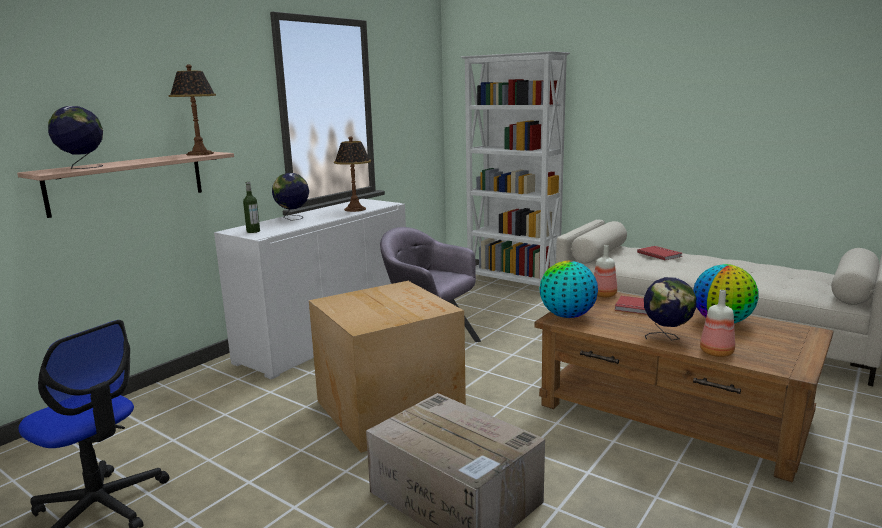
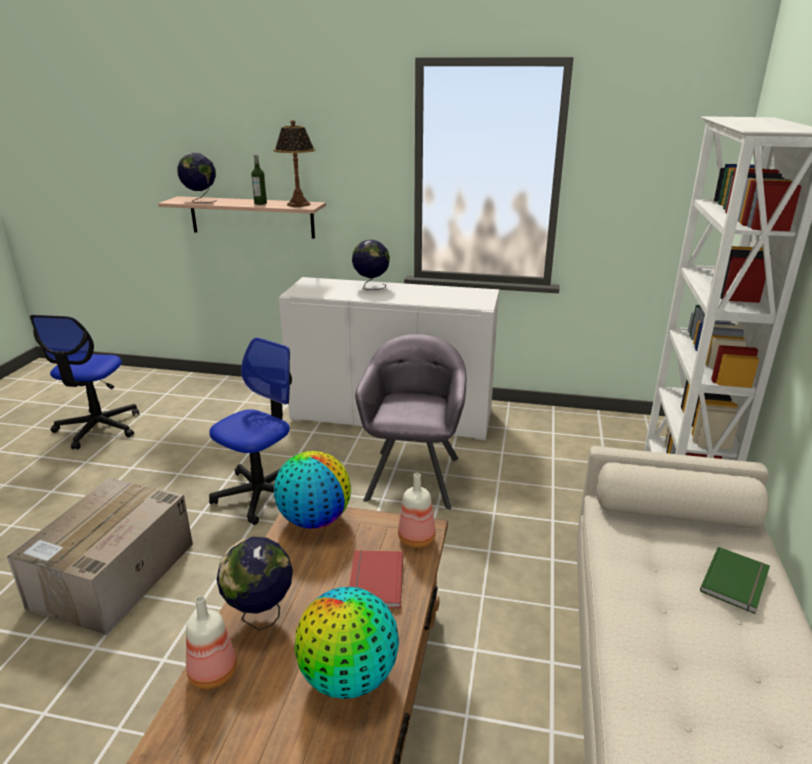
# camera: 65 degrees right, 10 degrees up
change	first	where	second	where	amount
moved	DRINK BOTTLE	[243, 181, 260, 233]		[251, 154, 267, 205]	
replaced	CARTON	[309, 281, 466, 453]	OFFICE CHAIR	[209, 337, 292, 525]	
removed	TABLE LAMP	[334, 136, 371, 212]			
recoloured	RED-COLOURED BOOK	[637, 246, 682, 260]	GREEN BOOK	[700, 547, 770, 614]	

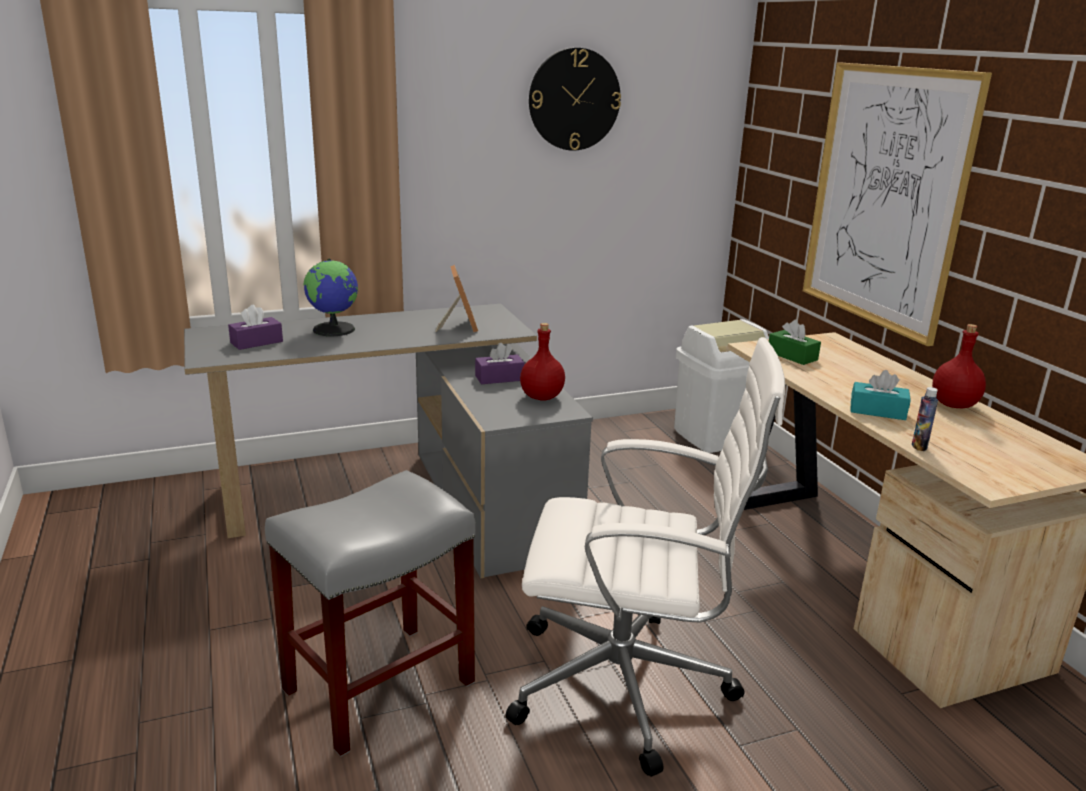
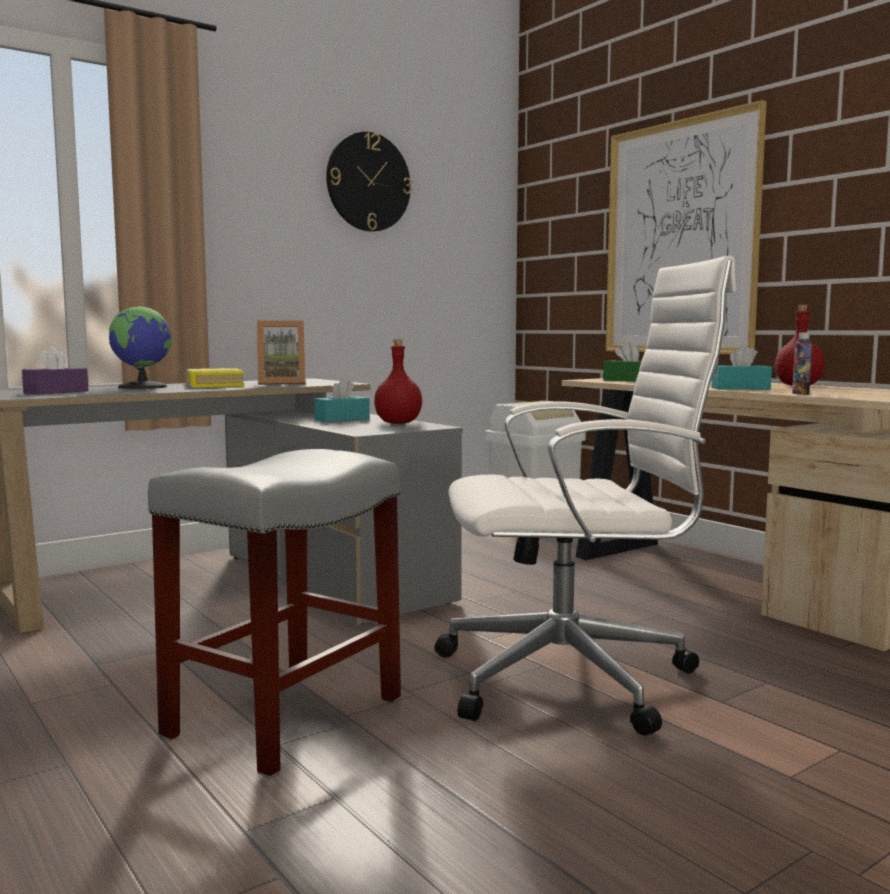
# camera: 15 degrees left, 15 degrees down
change	first	where	second	where	amount
turned	PICTURE FRAME	[435, 265, 478, 332]		[257, 320, 306, 385]	105 degrees clockwise
recoloured	PURPLE-COLOURED TISSUE BOX	[475, 343, 525, 384]	TURQUOISE TISSUE BOX	[314, 377, 370, 422]	
added			YELLOW-COLOURED BOOK	[186, 368, 244, 387]	

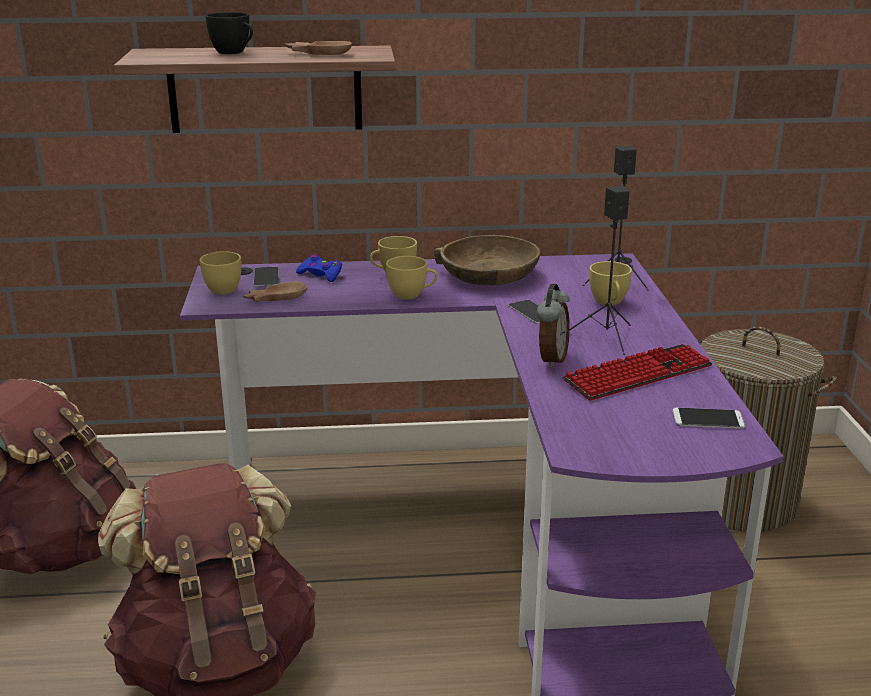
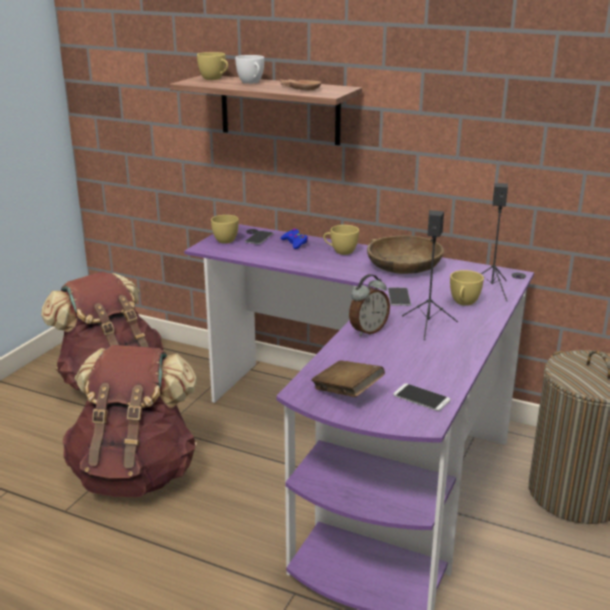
# camera: 30 degrees right, 0 degrees up
change	first	where	second	where	amount
recoloured	BLACK CUP	[206, 12, 253, 54]	WHITISH CUP	[235, 55, 264, 84]	
removed	BROWN-COLOURED DEEP DISH	[243, 281, 307, 302]			
moved	YELLOW-COLOURED CUP	[386, 256, 438, 300]		[197, 52, 228, 80]	
removed	COMPUTER KEYBOARD	[562, 344, 712, 401]			
added			BROWN-COLOURED BOOK	[311, 360, 385, 397]	

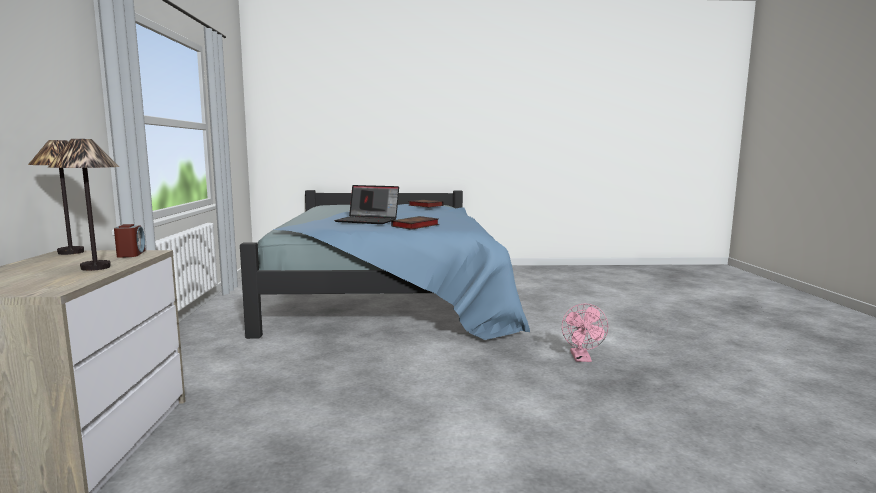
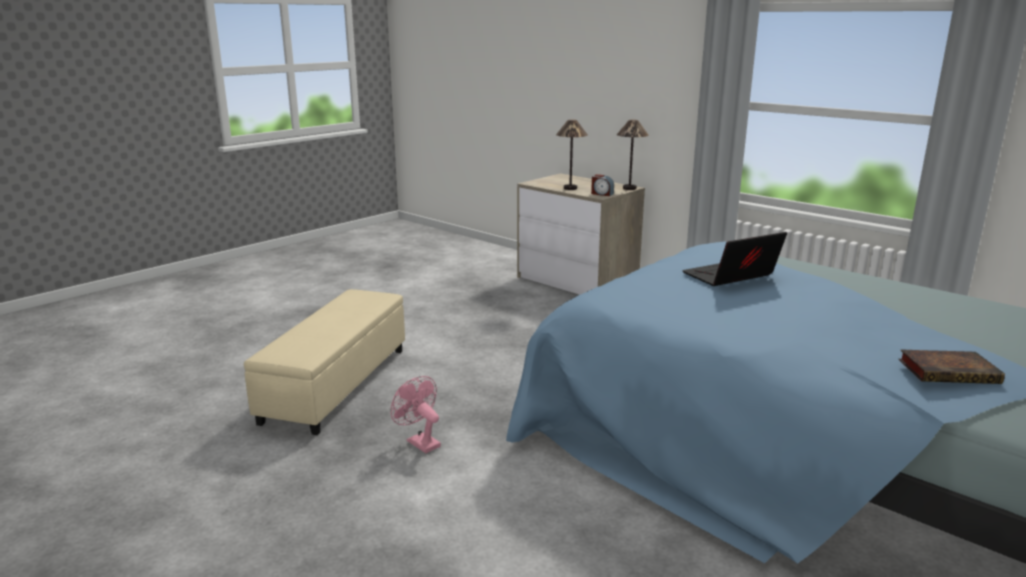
# camera: 135 degrees right, 10 degrees up
change	first	where	second	where	amount
removed	BOOK	[391, 216, 439, 230]			
added			BEIGE-COLOURED OTTOMAN	[244, 289, 405, 435]	

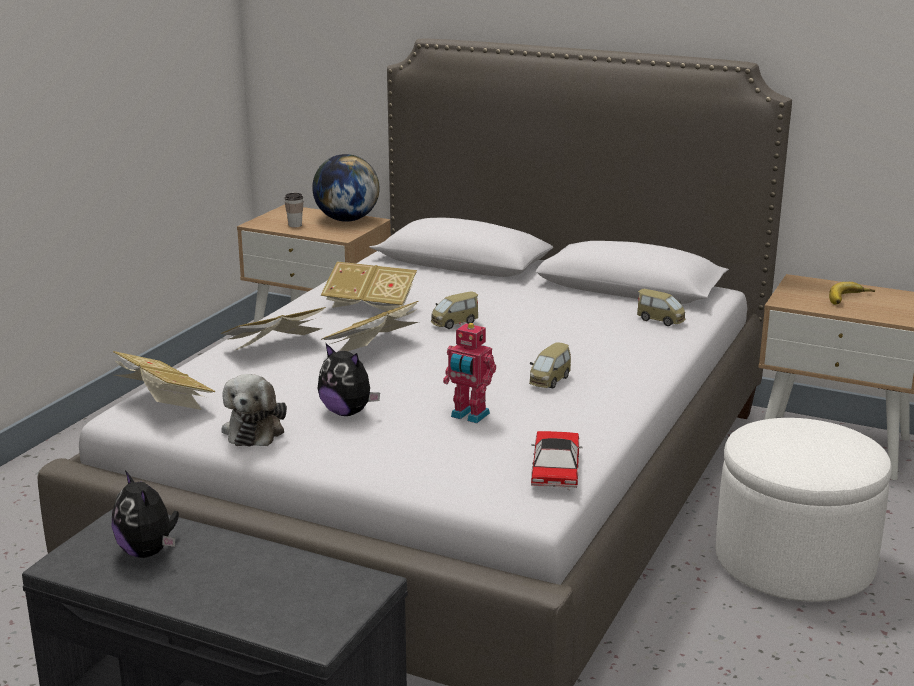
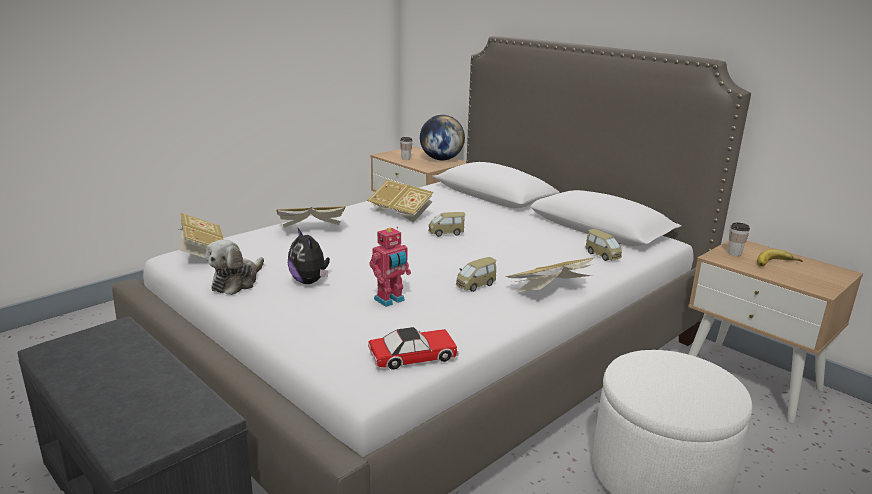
# camera: 20 degrees right, 0 degrees up
change	first	where	second	where	amount
removed	SOFT TOY	[112, 470, 179, 558]			
moved	BOOK	[321, 301, 419, 351]		[506, 257, 595, 292]	
turned	ROBOT FIGURE	[443, 322, 496, 423]		[369, 227, 411, 307]	90 degrees counterclockwise
turned	MINIATURE CAR	[531, 431, 583, 490]		[368, 327, 459, 370]	45 degrees clockwise
added			CUP	[728, 223, 750, 256]	

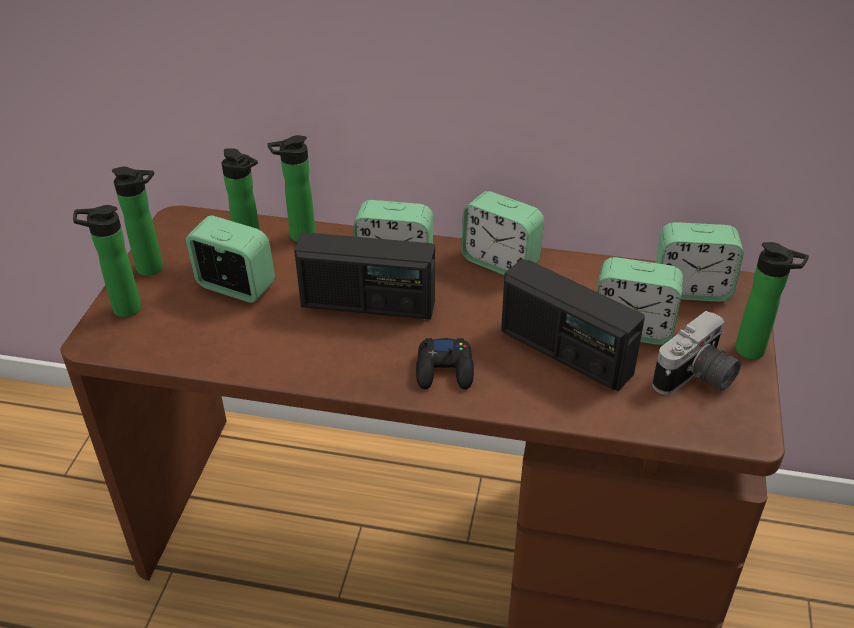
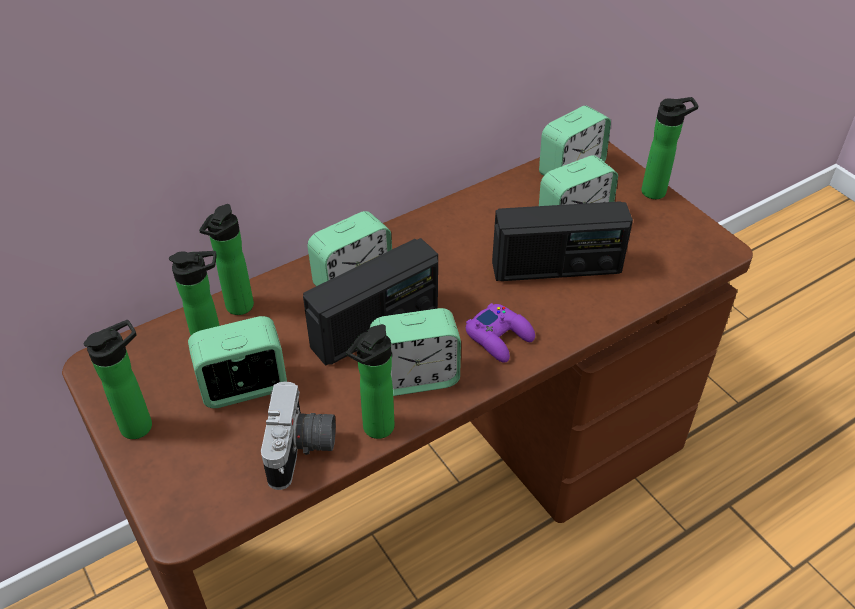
# camera: 45 degrees left, 5 degrees up
change	first	where	second	where	amount
moved	DRINK BOTTLE	[73, 205, 141, 317]		[346, 324, 395, 439]	
recoloured	BLACK JOYPAD	[416, 338, 474, 389]	PURPLE-COLOURED JOYPAD	[466, 303, 535, 363]	
moved	BEDSIDE CLOCK	[461, 191, 544, 275]		[370, 308, 461, 396]	
moved	PHOTO CAMERA	[652, 311, 741, 395]		[261, 382, 336, 490]	

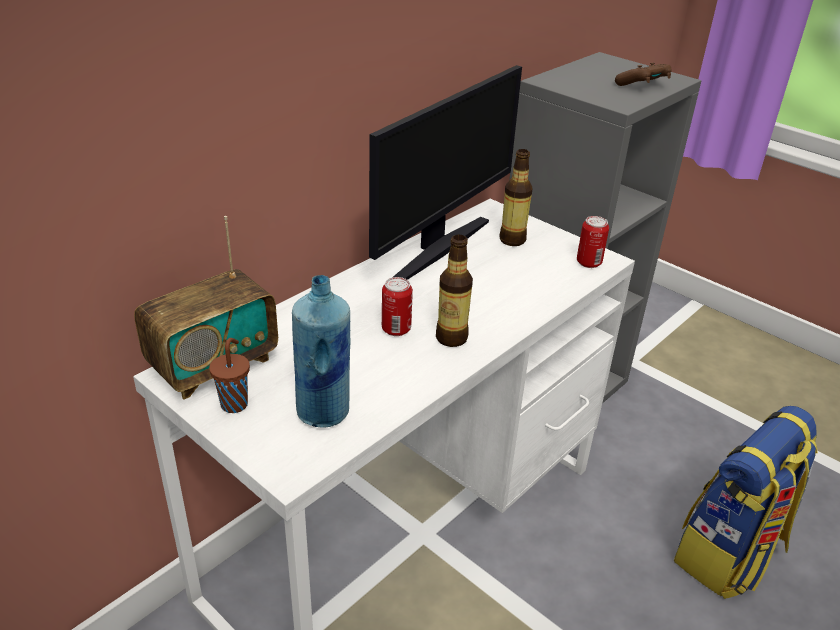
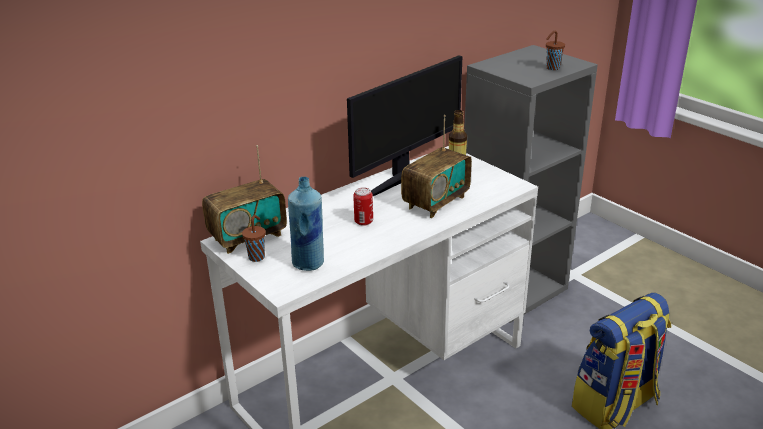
# camera: 10 degrees right, 5 degrees down
change	first	where	second	where	amount
removed	DRINK BOTTLE	[436, 235, 473, 347]			
removed	METAL CAN	[577, 216, 609, 268]			
replaced	BROWN-COLOURED JOYPAD	[615, 63, 672, 86]	BROWN-COLOURED CUP	[546, 30, 565, 70]	
added			RADIO	[401, 115, 472, 218]	

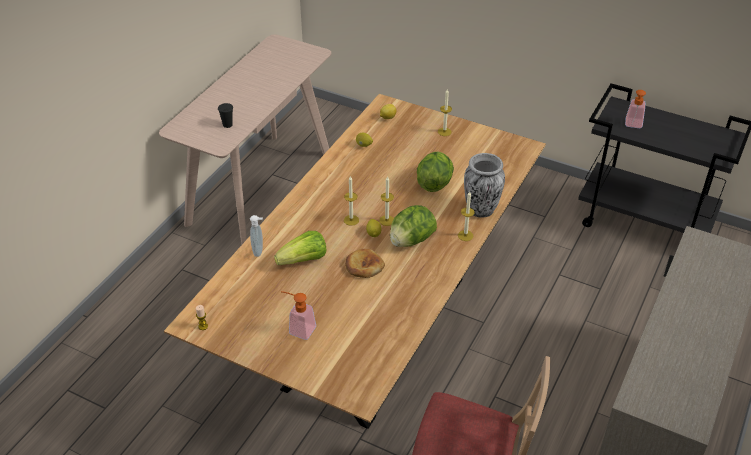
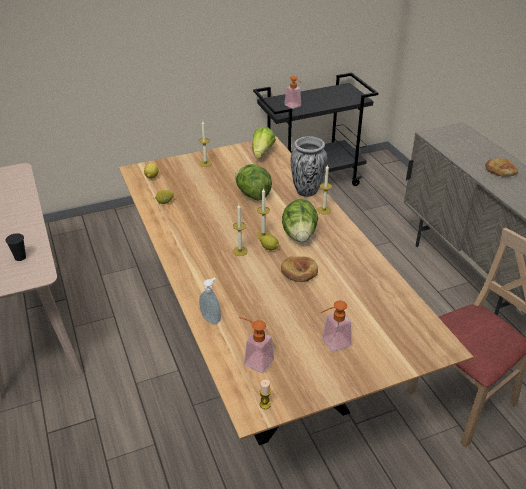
# camera: 50 degrees left, 5 degrees down
change	first	where	second	where	amount
moved	LETTUCE HEAD	[274, 231, 327, 265]		[252, 126, 276, 158]	
added			SOAP BOTTLE	[239, 317, 274, 373]	
added			BREAD	[486, 158, 518, 177]	

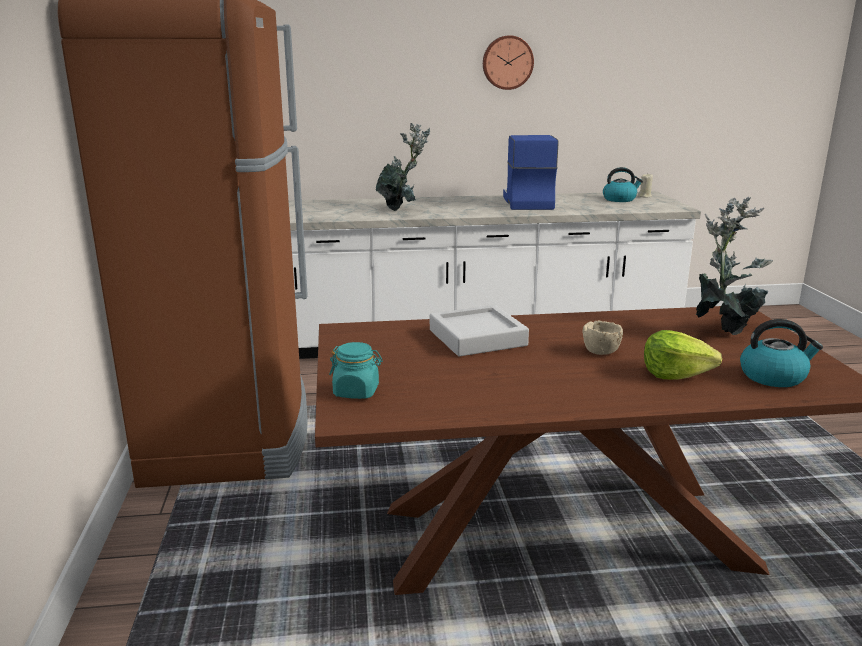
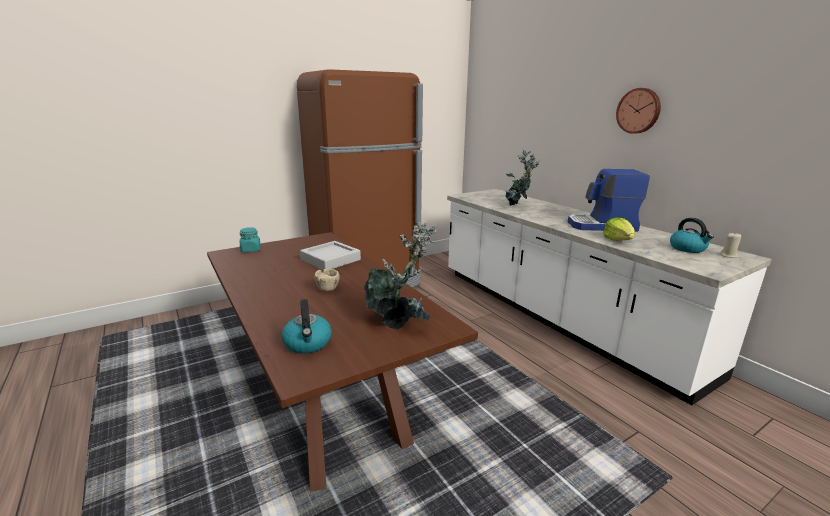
# camera: 65 degrees right, 0 degrees up
change	first	where	second	where	amount
turned	COFFEE MACHINE	[503, 135, 558, 210]		[568, 169, 650, 231]	150 degrees counterclockwise
moved	LETTUCE HEAD	[644, 330, 722, 380]		[603, 217, 635, 241]	

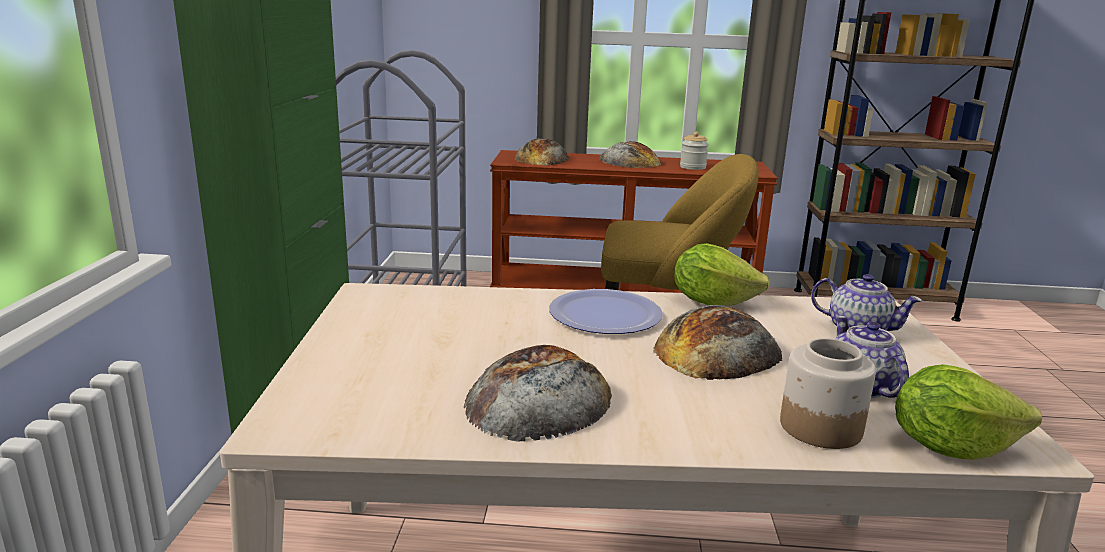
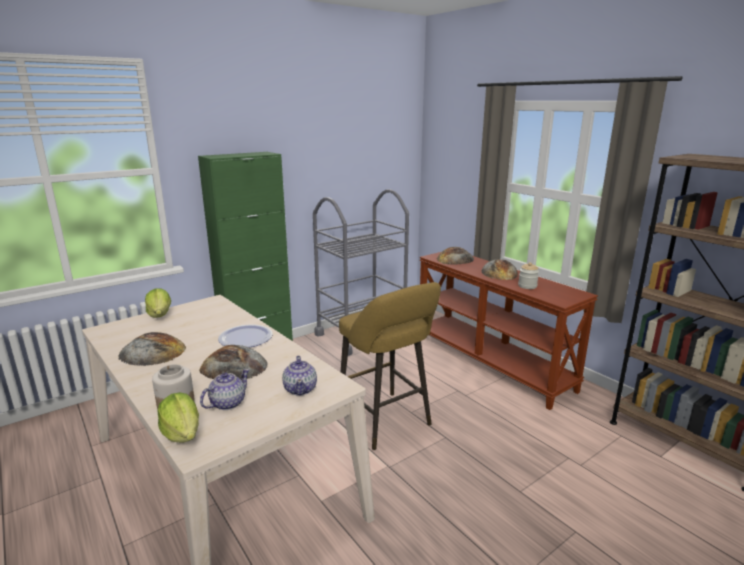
# camera: 50 degrees right, 0 degrees up
change	first	where	second	where	amount
moved	LETTUCE HEAD	[674, 243, 770, 306]		[145, 288, 171, 318]	

